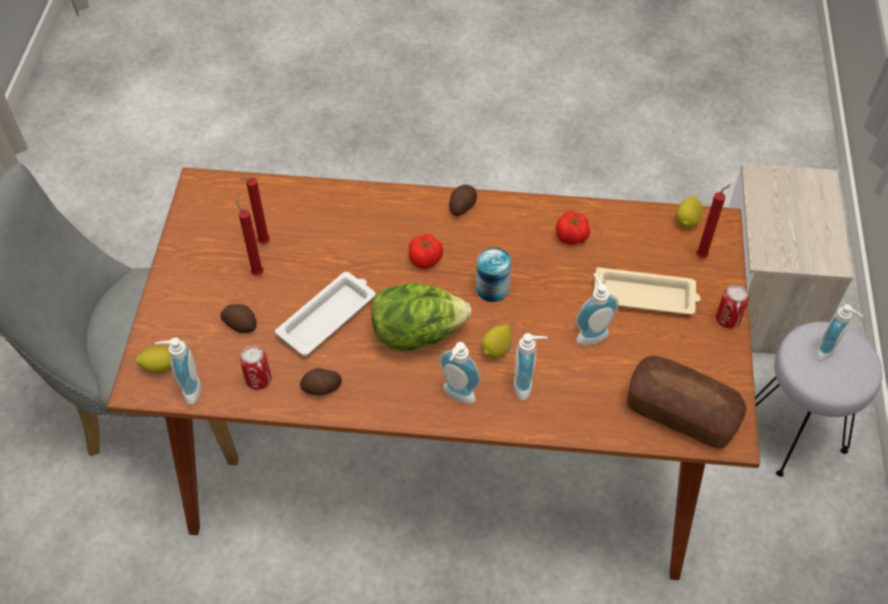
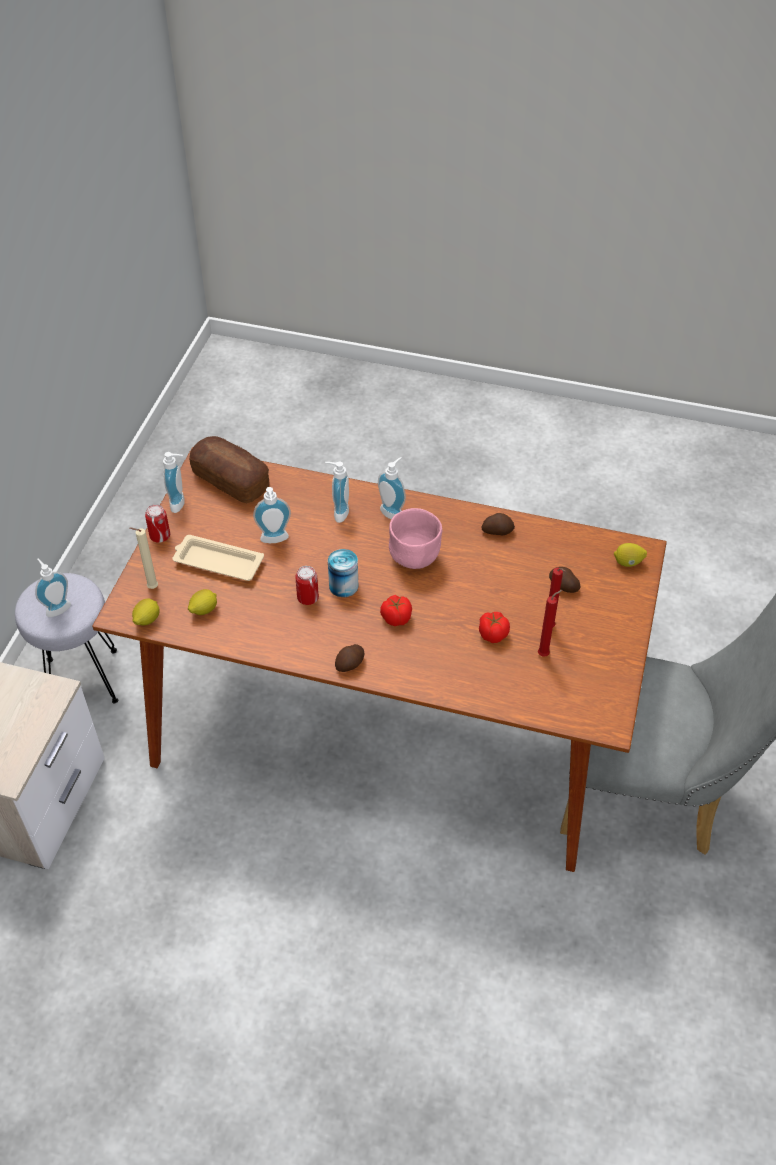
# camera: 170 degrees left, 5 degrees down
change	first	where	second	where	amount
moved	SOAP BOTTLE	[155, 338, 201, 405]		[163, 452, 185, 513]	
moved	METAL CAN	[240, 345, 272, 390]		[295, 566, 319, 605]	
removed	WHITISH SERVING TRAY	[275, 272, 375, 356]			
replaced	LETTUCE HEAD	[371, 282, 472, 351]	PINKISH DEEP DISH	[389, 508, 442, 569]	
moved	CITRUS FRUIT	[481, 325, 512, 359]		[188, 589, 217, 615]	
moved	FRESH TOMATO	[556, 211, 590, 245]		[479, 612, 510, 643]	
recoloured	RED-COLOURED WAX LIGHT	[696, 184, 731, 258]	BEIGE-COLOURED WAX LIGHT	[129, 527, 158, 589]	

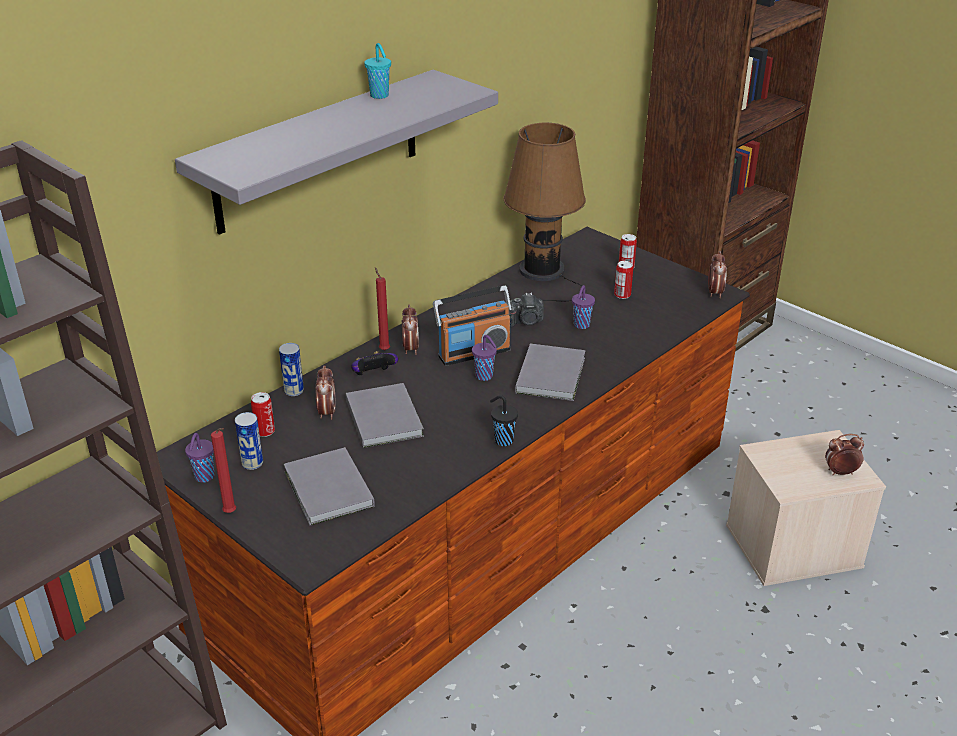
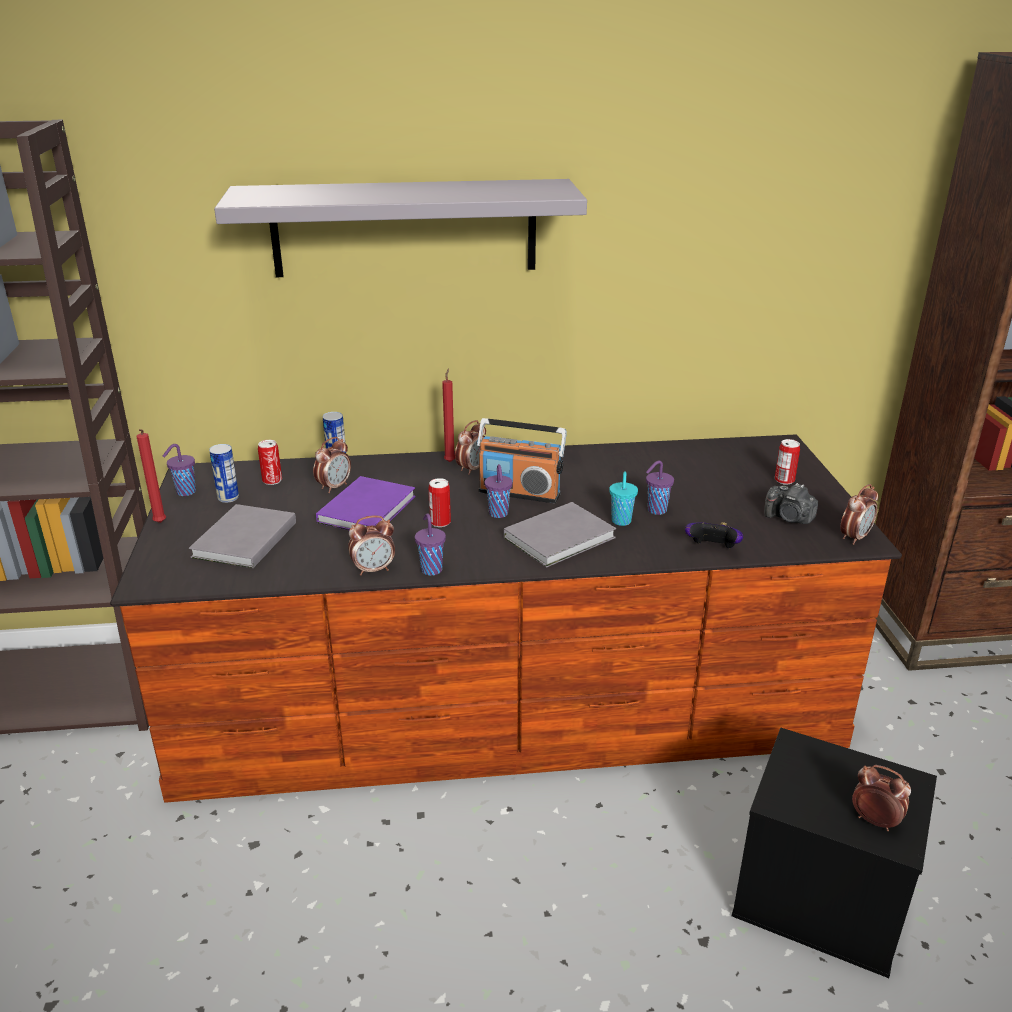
# camera: 40 degrees right, 5 degrees down
change	first	where	second	where	amount
recoloured	GREY BOOK	[346, 383, 424, 448]	PURPLE-COLOURED BOOK	[316, 476, 416, 530]	
moved	JOYPAD	[351, 351, 398, 375]		[685, 522, 743, 548]	
moved	TURQUOISE CUP	[364, 43, 391, 99]		[609, 471, 638, 526]	
recoloured	BLACK CUP	[490, 395, 518, 446]	PURPLE-COLOURED CUP	[415, 513, 446, 576]	
removed	BROWN-COLOURED TABLE LAMP	[503, 123, 587, 301]			
moved	PHOTO CAMERA	[509, 292, 544, 327]		[764, 483, 818, 524]	
moved	METAL CAN	[614, 261, 633, 299]		[428, 478, 451, 527]	
recoloured	BEIGE-COLOURED STORAGE CONTAINER	[726, 430, 886, 586]	BLACK STORAGE CONTAINER	[732, 727, 937, 978]	
added			BEDSIDE CLOCK	[348, 515, 395, 576]	

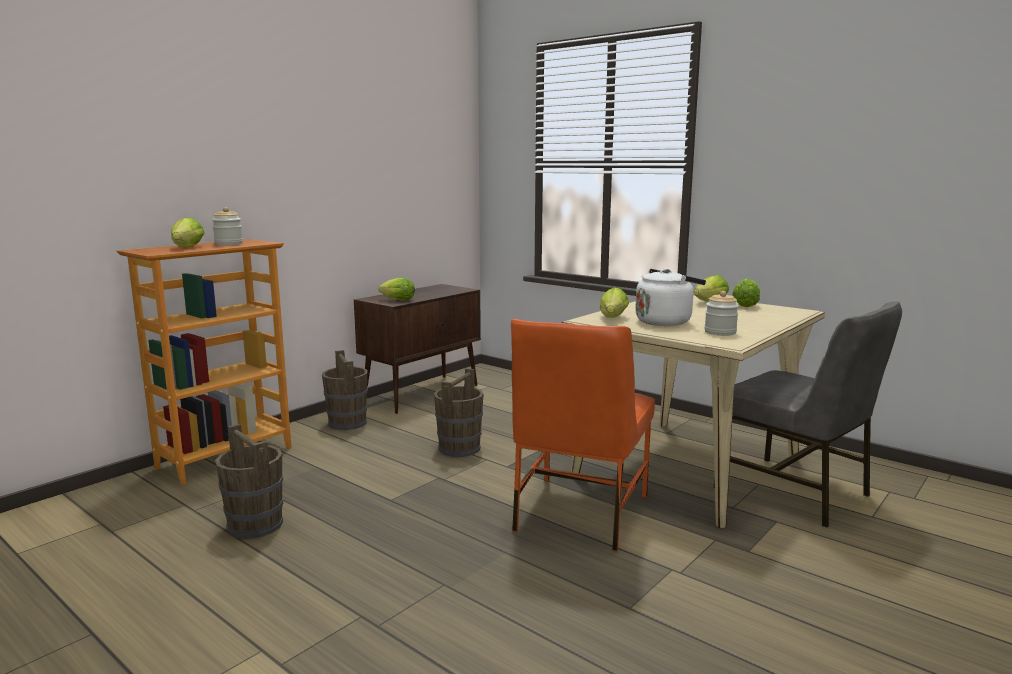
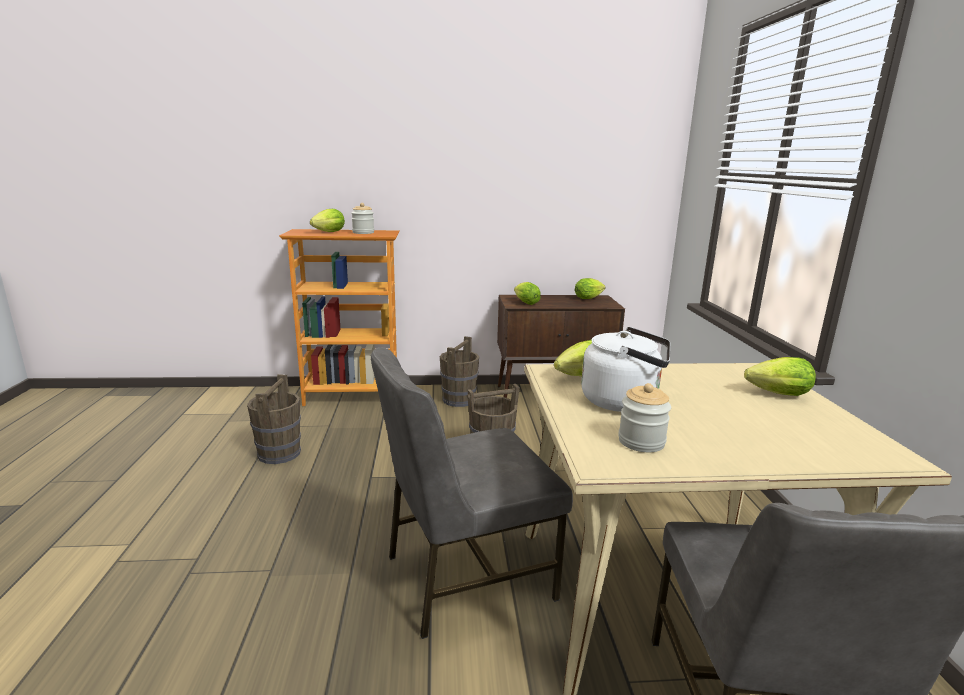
# camera: 45 degrees right, 5 degrees up
change	first	where	second	where	amount
recoloured	ORANGE-COLOURED UPRIGHT CHAIR	[511, 319, 655, 552]	GREY UPRIGHT CHAIR	[371, 347, 573, 639]	
moved	LETTUCE HEAD	[732, 278, 760, 307]		[575, 278, 605, 299]	

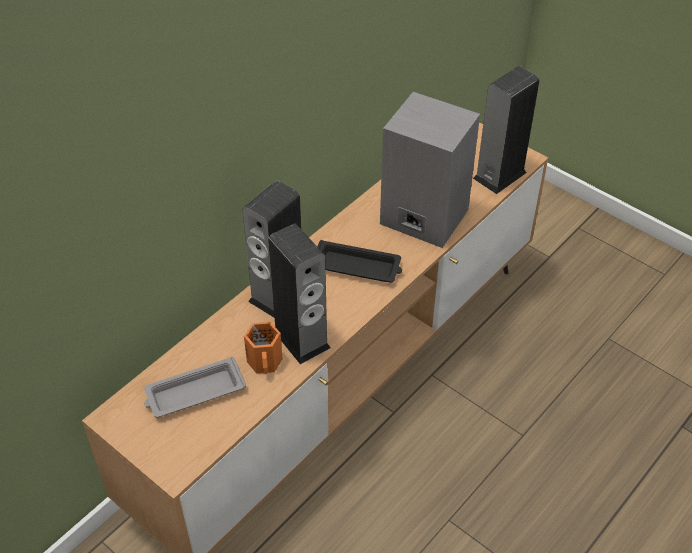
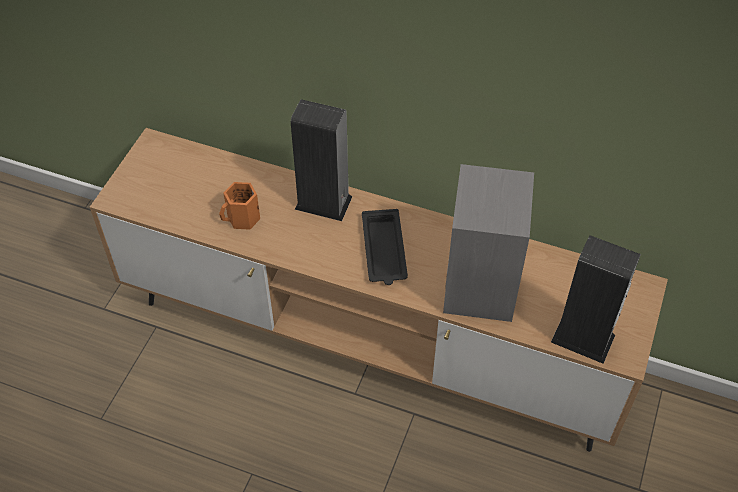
# camera: 70 degrees right, 5 degrees up
change	first	where	second	where	amount
removed	GREY SERVING TRAY	[144, 357, 246, 418]			
removed	AUDIO SPEAKER	[268, 224, 331, 364]			

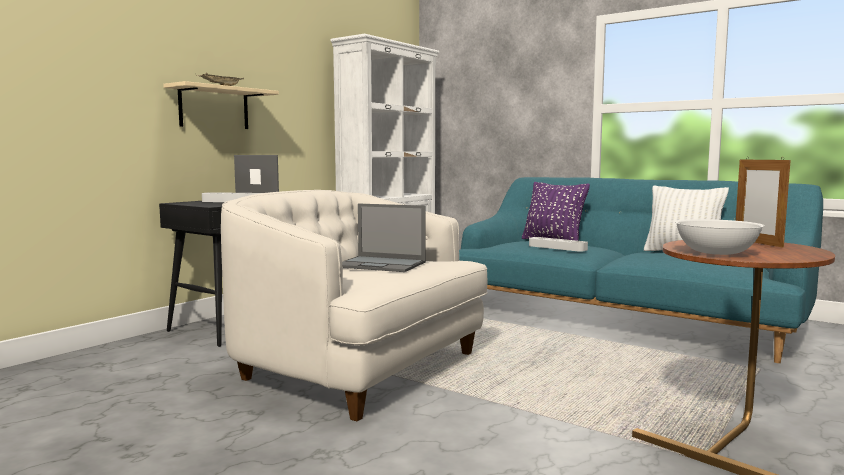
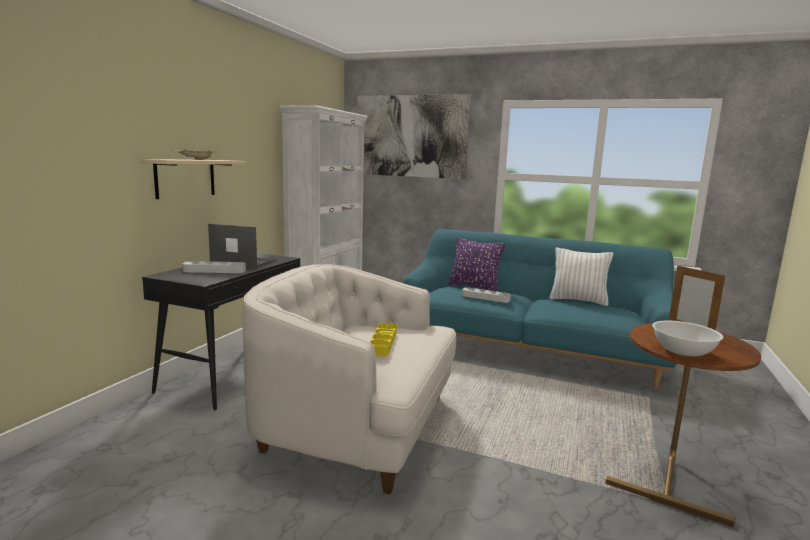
# camera: 15 degrees left, 5 degrees up
change	first	where	second	where	amount
replaced	LAPTOP	[342, 204, 426, 272]	YELLOW-COLOURED SERVING TRAY	[370, 323, 397, 356]	
added			WALL ART	[357, 94, 471, 179]	

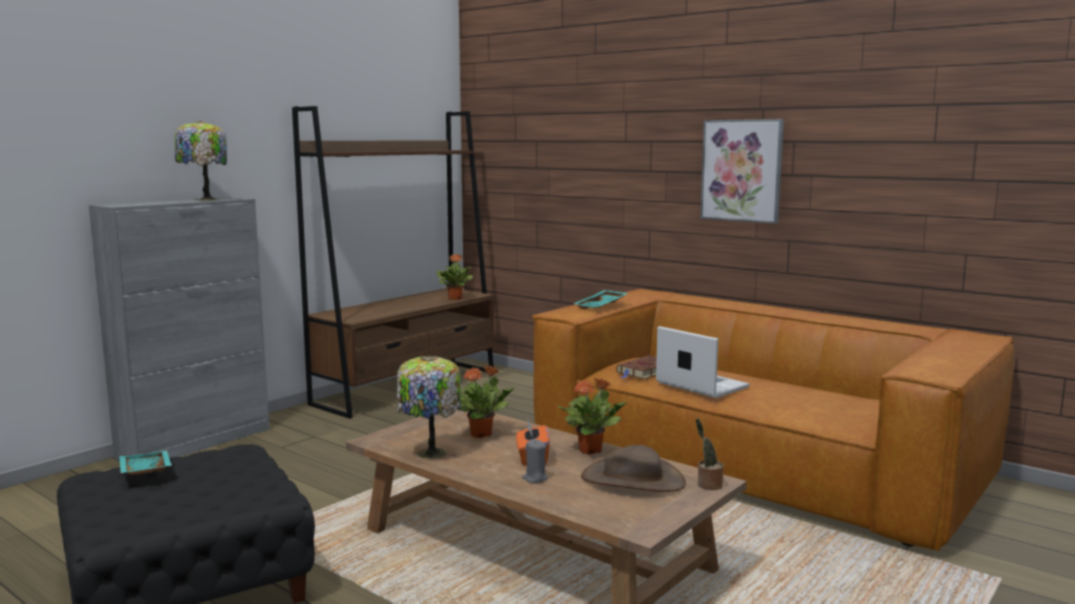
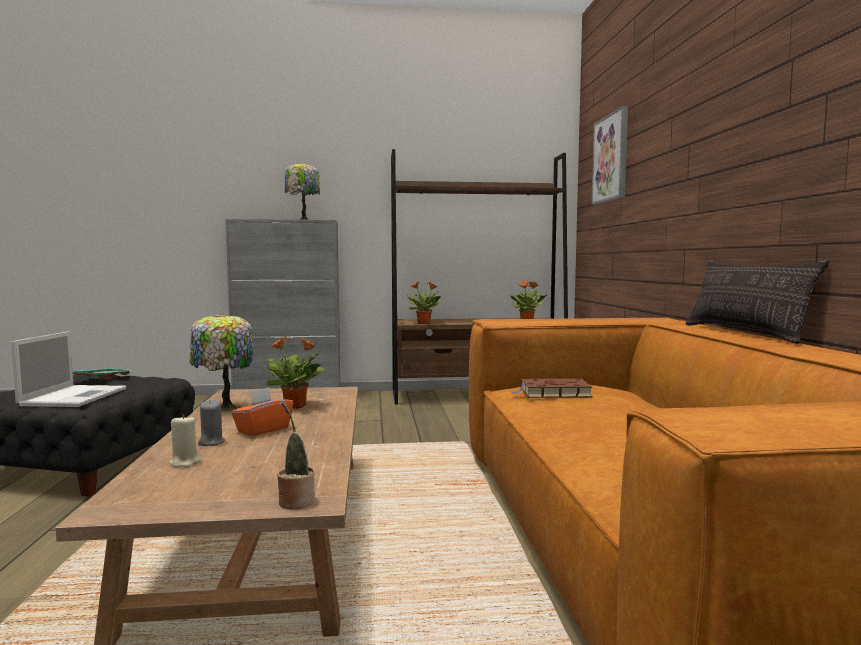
# camera: 45 degrees right, 5 degrees down
change	first	where	second	where	amount
moved	PLANT IN A POT	[557, 378, 627, 455]		[407, 281, 441, 324]	
removed	TURQUOISE SERVING TRAY	[574, 290, 628, 309]			
removed	BROWN-COLOURED CLOTHING HAT	[581, 445, 686, 492]			
moved	LAPTOP	[656, 326, 749, 398]		[11, 331, 126, 407]	
moved	WALL ART	[700, 119, 784, 224]		[592, 106, 628, 205]	
added			BEIGE-COLOURED WAX LIGHT	[170, 414, 201, 467]	
added			PILLOW	[686, 260, 829, 344]	

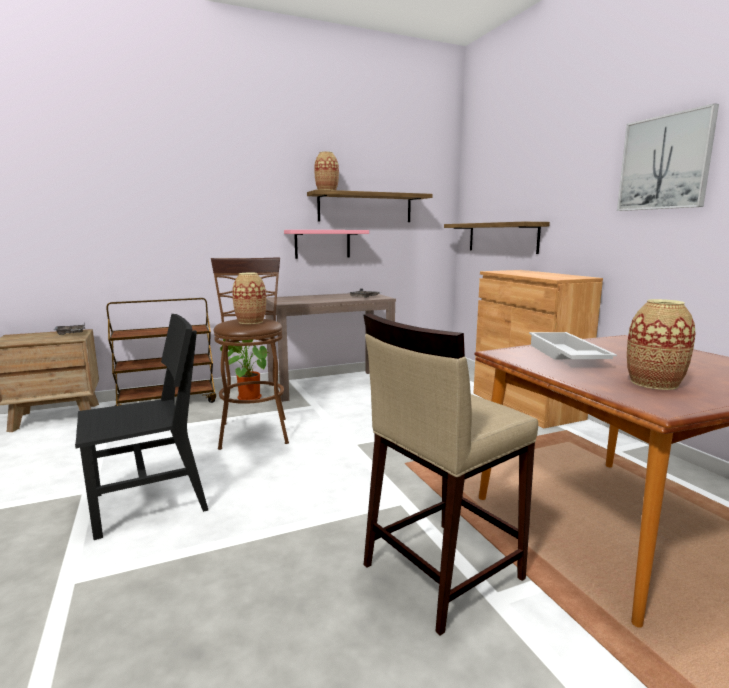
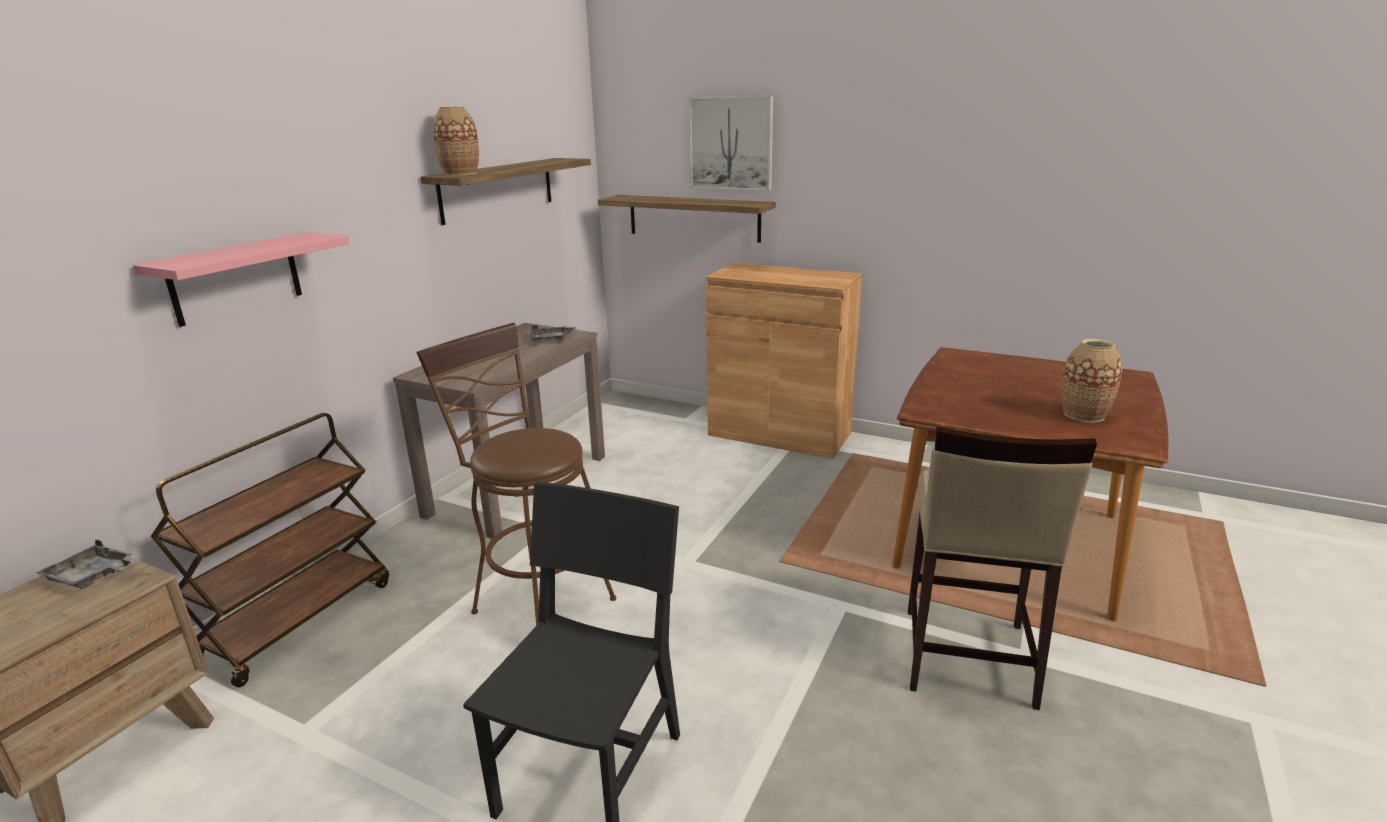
# camera: 40 degrees left, 10 degrees up
change	first	where	second	where	amount
removed	PLANT IN A POT	[220, 339, 269, 400]			
removed	FLOWER VASE	[232, 273, 266, 324]			
moved	PINKISH BRACKET SHELF	[284, 230, 369, 259]		[132, 232, 349, 327]	
removed	WHITISH SERVING TRAY	[529, 332, 617, 359]			
moved	WALL ART	[617, 103, 719, 211]		[689, 96, 773, 191]	

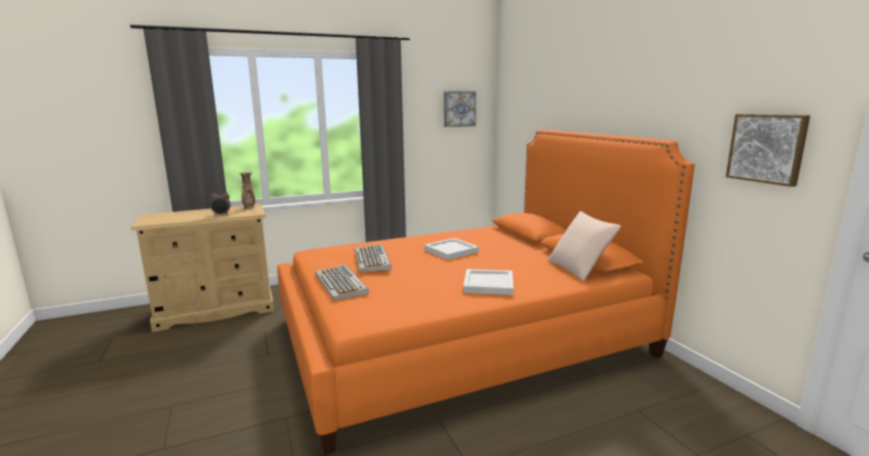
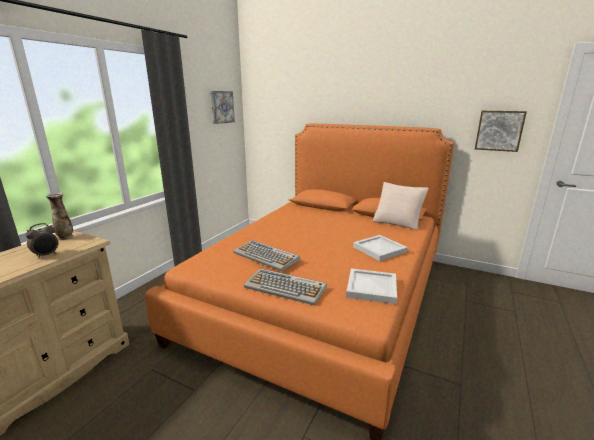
# camera: 40 degrees left, 5 degrees up
change	first	where	second	where	amount
moved	WHITISH SERVING TRAY	[424, 238, 479, 260]		[346, 268, 397, 304]	

